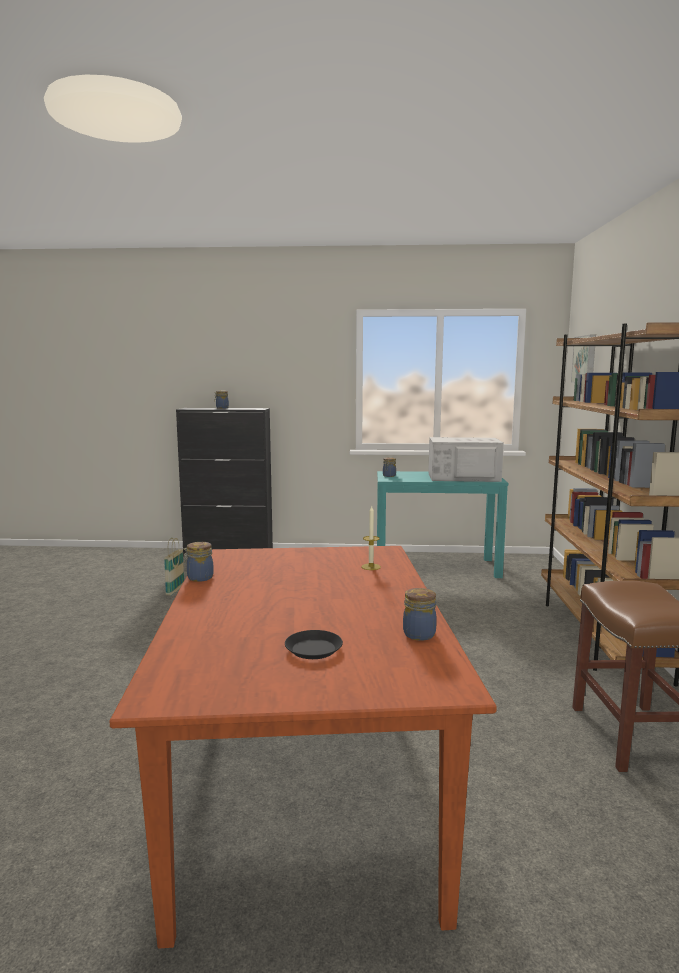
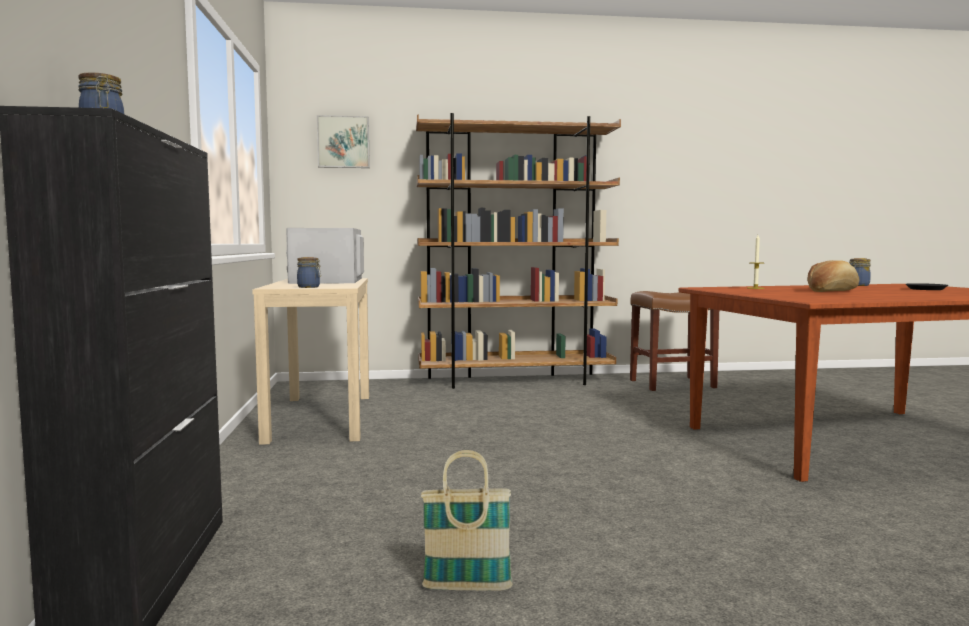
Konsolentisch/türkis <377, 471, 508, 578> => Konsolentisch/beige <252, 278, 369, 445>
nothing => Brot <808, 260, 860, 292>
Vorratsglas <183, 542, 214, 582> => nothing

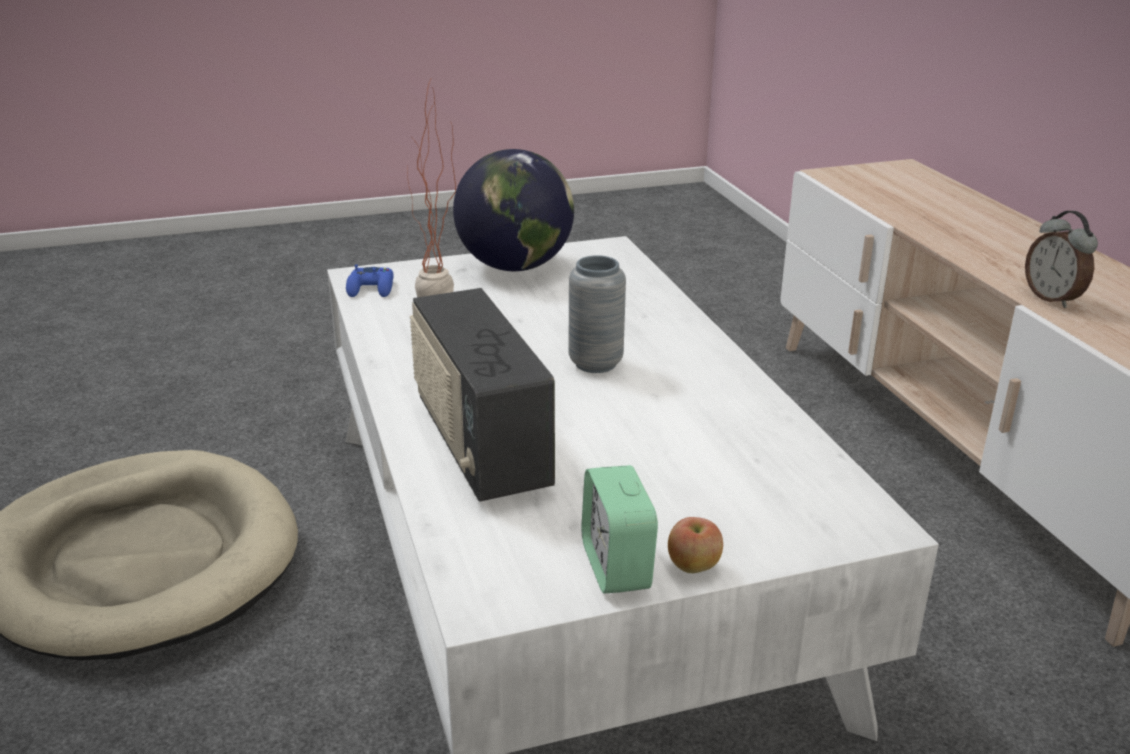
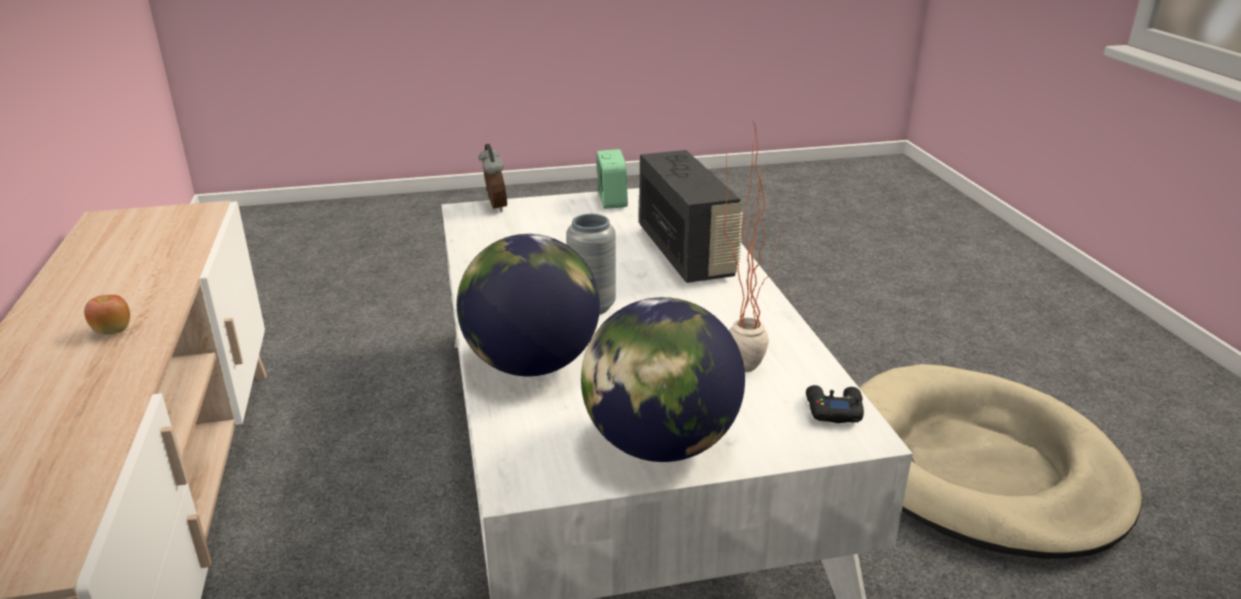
Apfel <668, 517, 723, 573> => Apfel <84, 295, 130, 335>, moved
nothing => Globus <457, 234, 600, 376>
Wecker <1025, 211, 1098, 308> => Wecker <478, 144, 507, 212>, moved
Gamepad/blau <346, 264, 394, 297> => Gamepad/schwarz <806, 385, 864, 423>

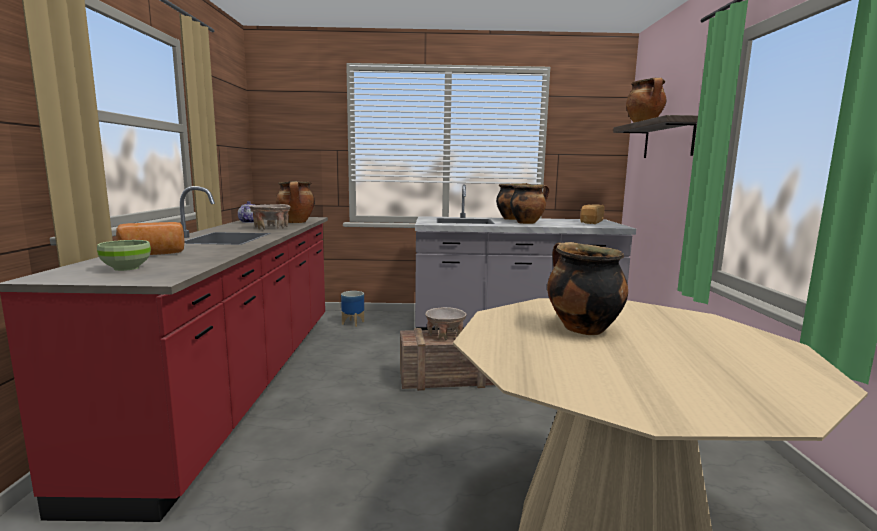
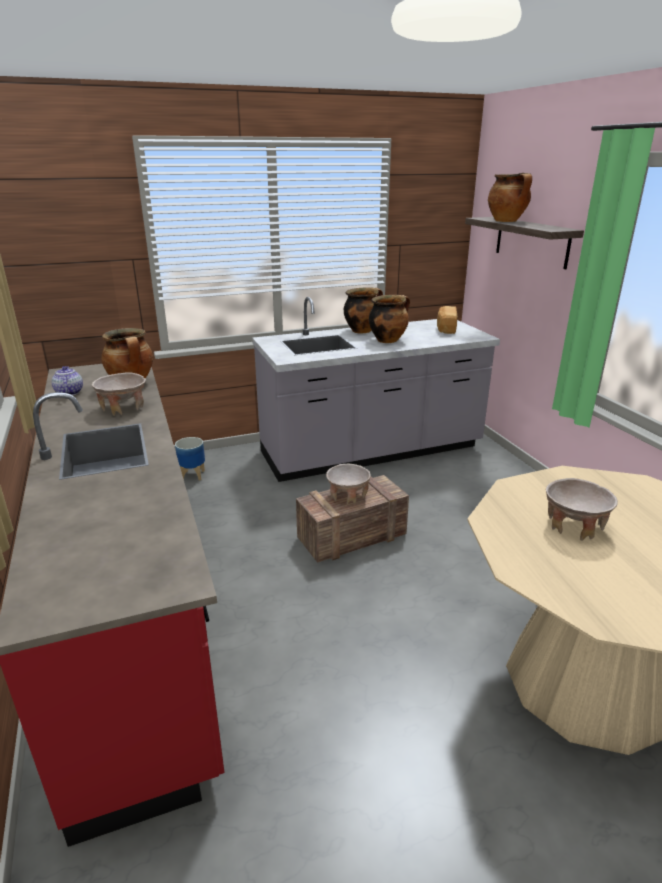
Kochtopf <547, 242, 628, 335> => Schüssel/beige <546, 478, 618, 541>
Schüssel/grün <97, 240, 151, 271> => nothing
Brot <116, 222, 184, 255> => nothing

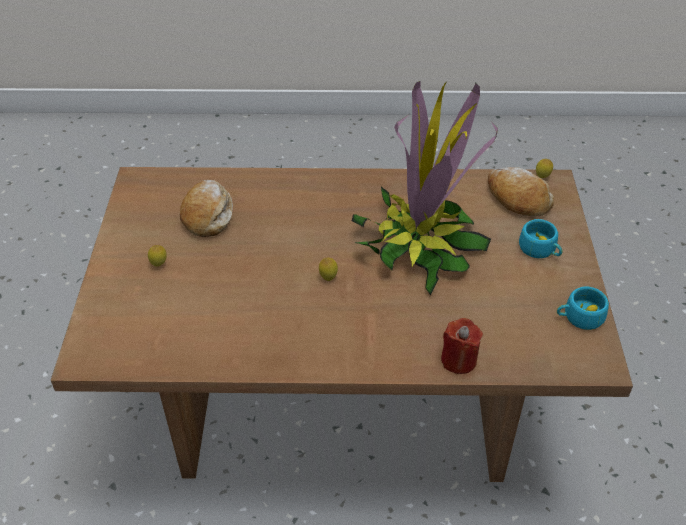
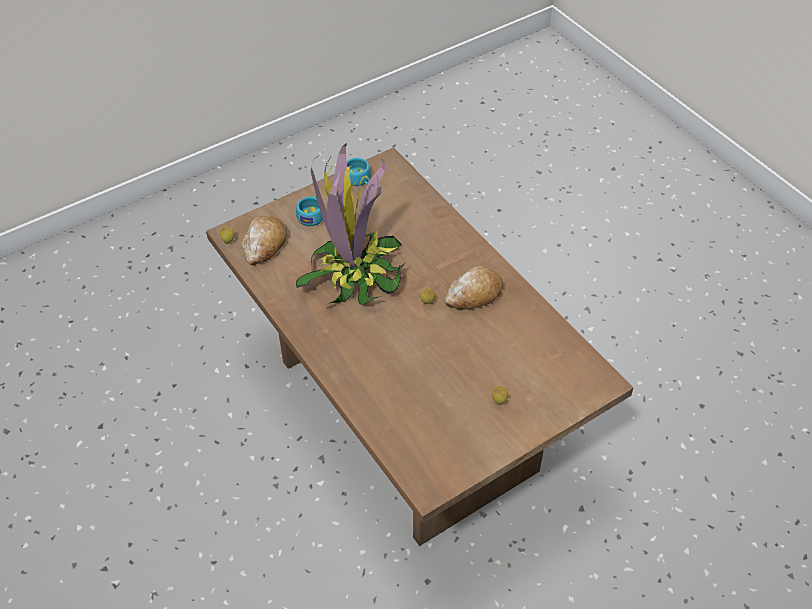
Brot <180, 180, 233, 237> => Brot <445, 266, 503, 310>, moved
Kerze/rot <441, 318, 483, 374> => nothing

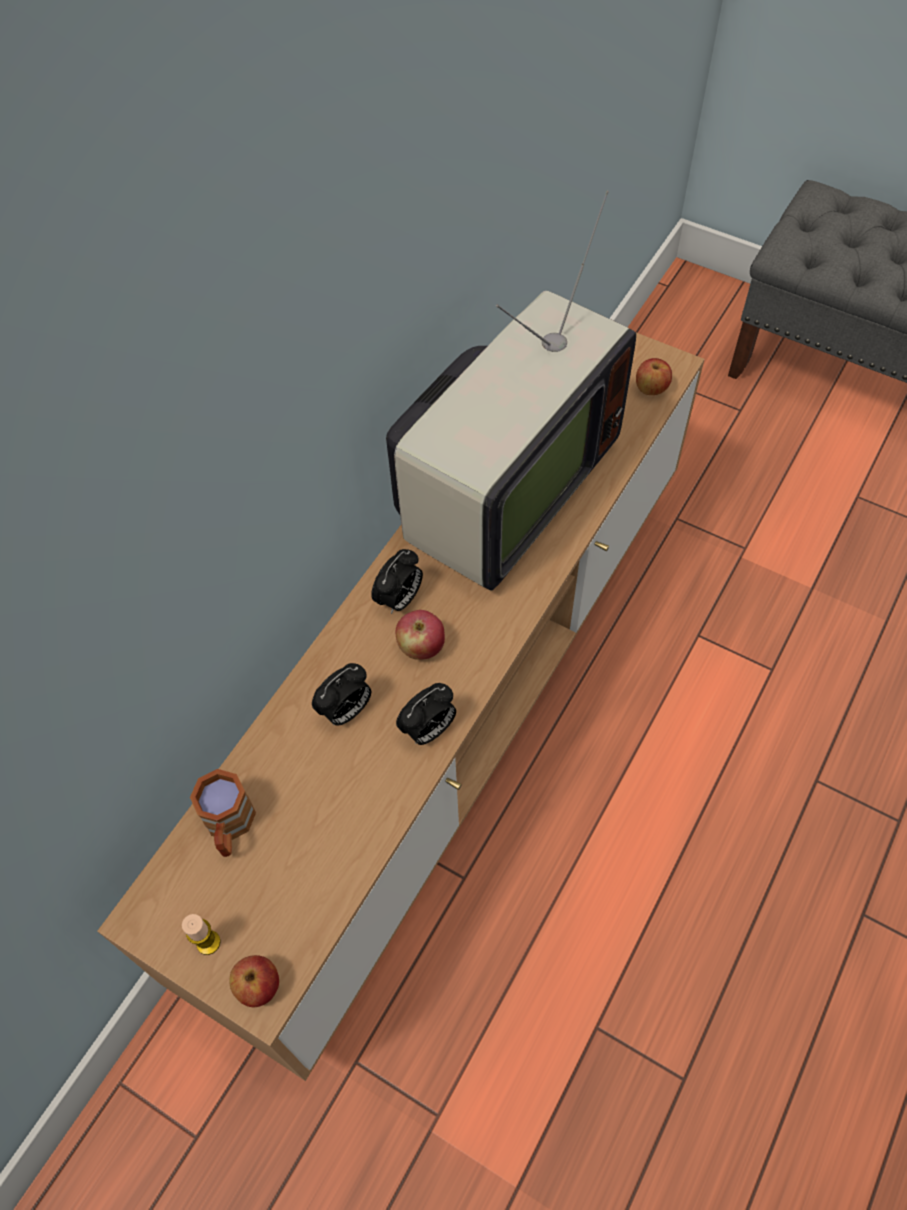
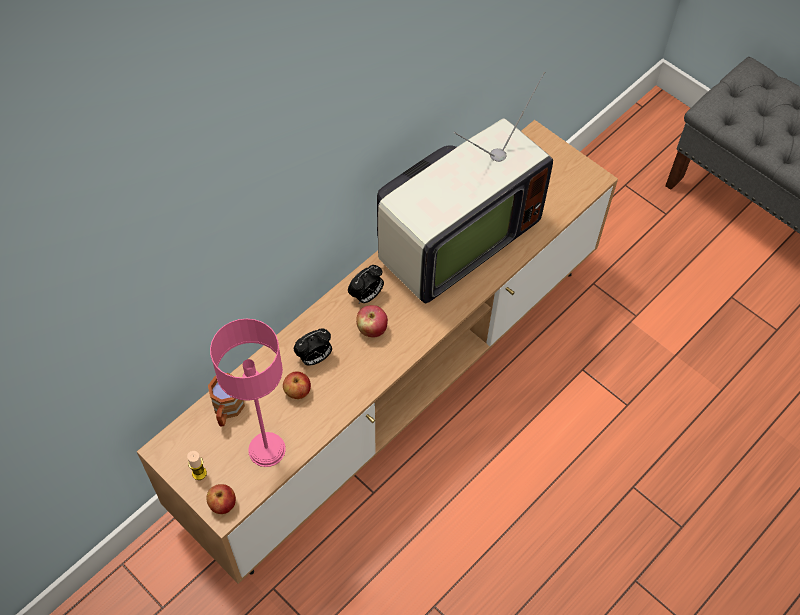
nothing => Tischlampe/rosa <210, 319, 286, 467>
Apfel <636, 358, 672, 395> => Apfel <283, 372, 311, 399>, moved
Wecker <396, 683, 456, 745> => nothing

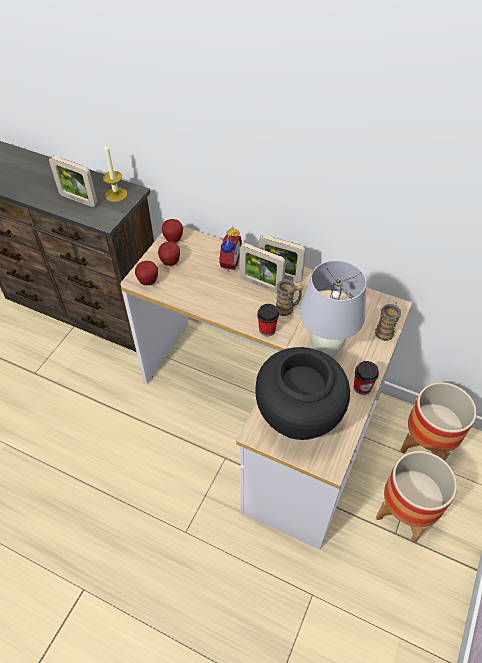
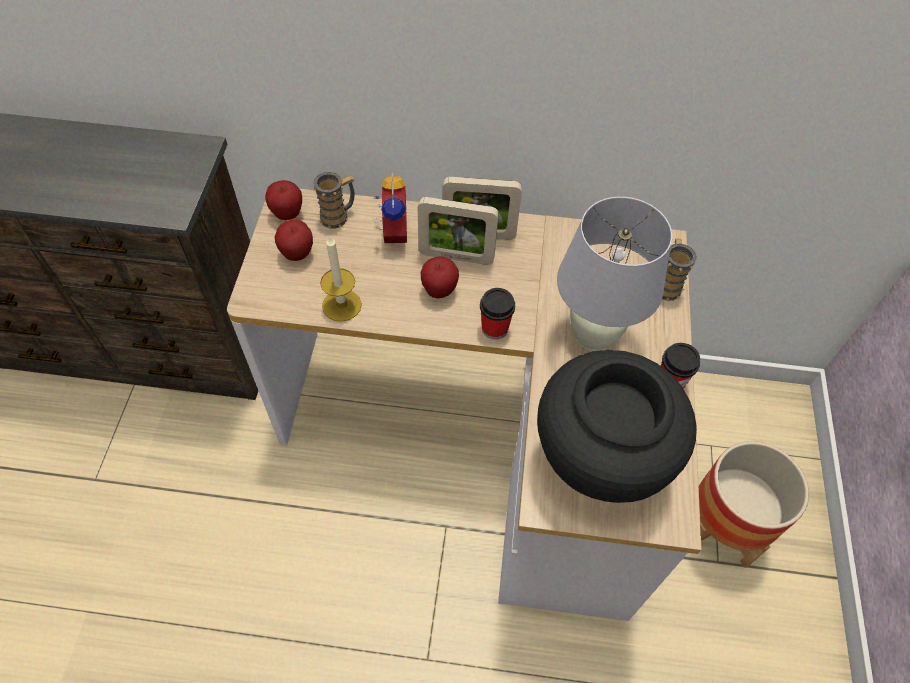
Henkelbecher <275, 280, 304, 316> => Henkelbecher <312, 172, 355, 229>, moved
Kerze <103, 143, 127, 202> => Kerze <320, 235, 362, 322>, moved
Apfel <135, 261, 158, 285> => Apfel <421, 256, 459, 298>, moved
Bilderrahmen <49, 156, 98, 207> => nothing
Pflanzkübel <400, 382, 477, 461> => nothing

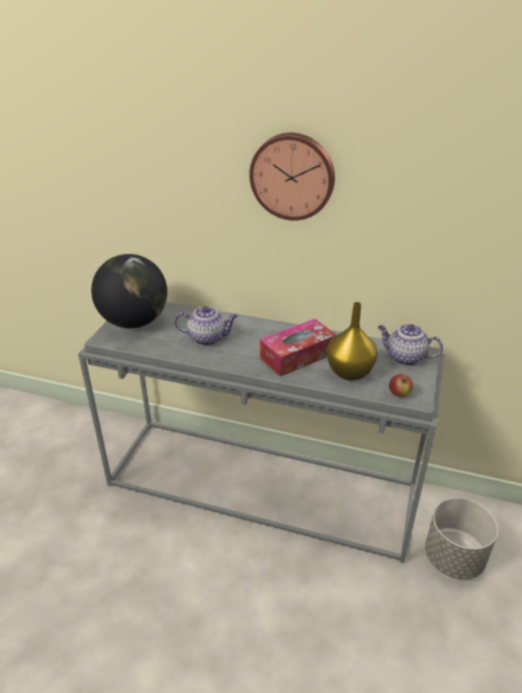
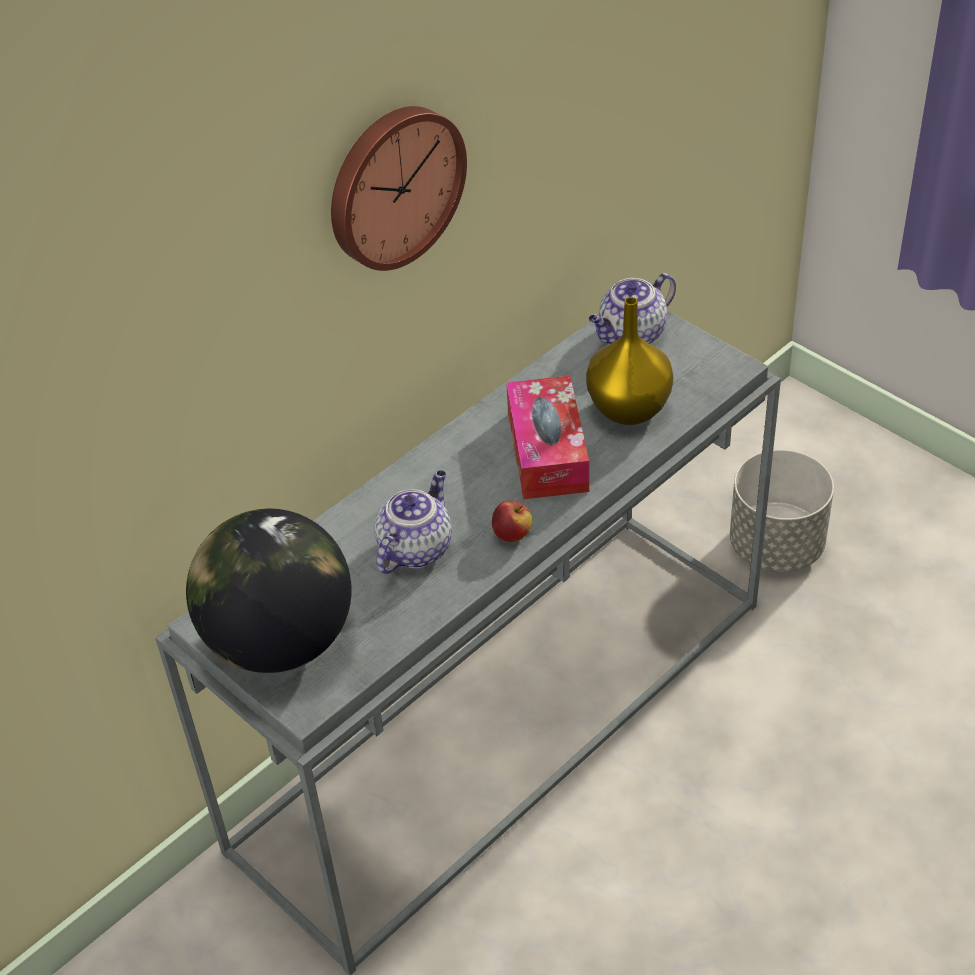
Apfel <389, 374, 414, 397> => Apfel <492, 501, 532, 542>, moved

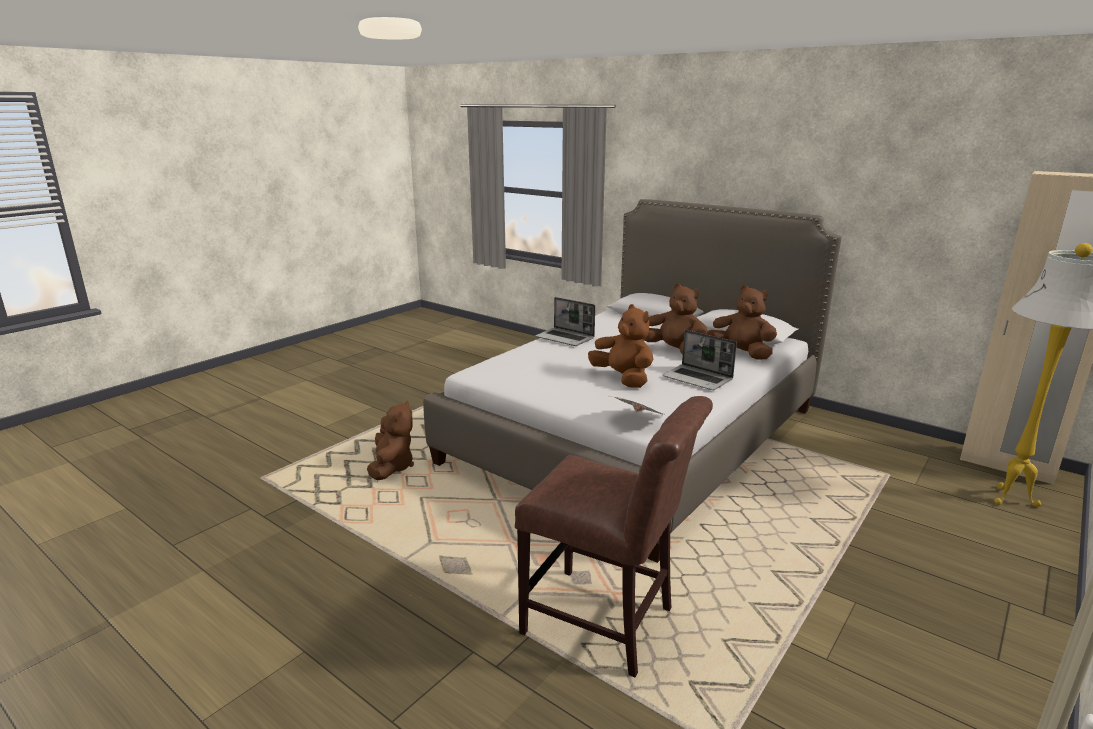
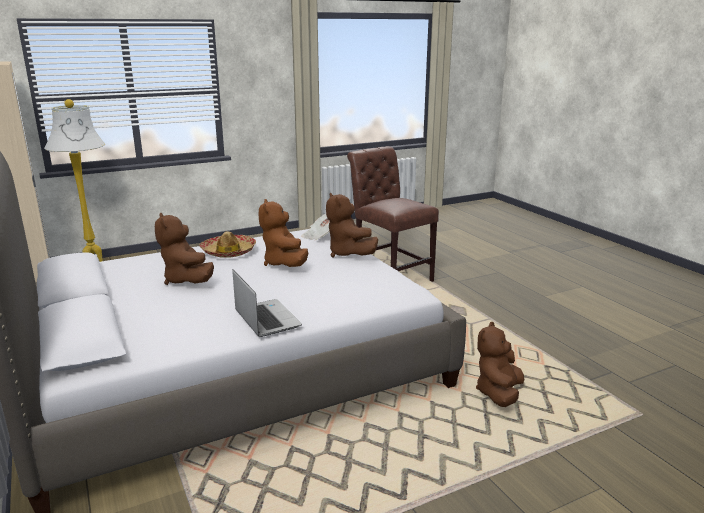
Laptop <662, 330, 737, 390> => Hut <199, 231, 256, 258>
Plüschtier/braun <707, 285, 777, 360> => Plüschtier/braun <326, 193, 378, 258>, moved

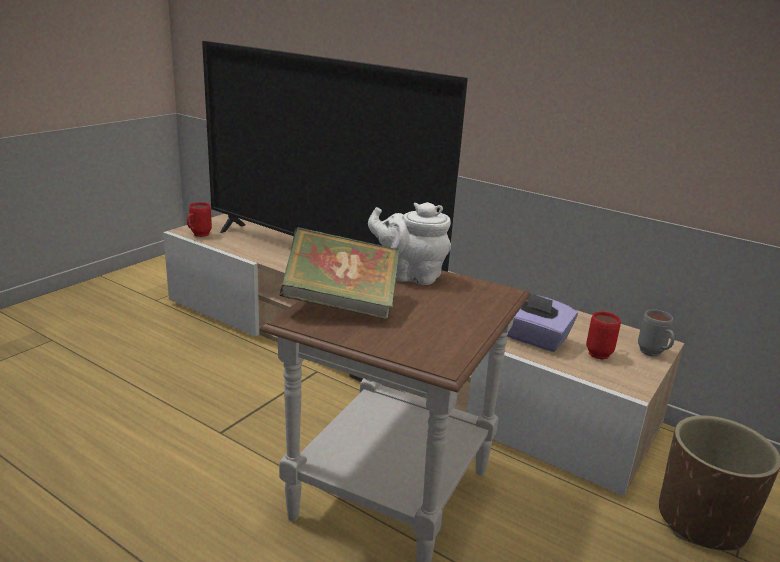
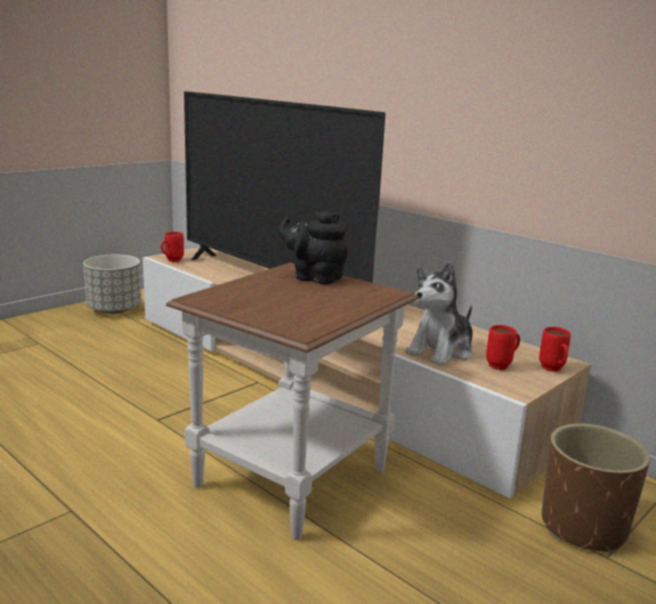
nothing => Pflanzkübel/grau <83, 255, 142, 314>
Teekanne/weiß <368, 202, 451, 285> => Teekanne/schwarz <278, 211, 348, 284>
Taschentuchbox/lila <507, 293, 578, 352> => Plüschtier <405, 262, 473, 366>
Henkelbecher/grau <638, 309, 675, 357> => Henkelbecher/rot <539, 327, 571, 372>
Buch <279, 227, 400, 320> => nothing

